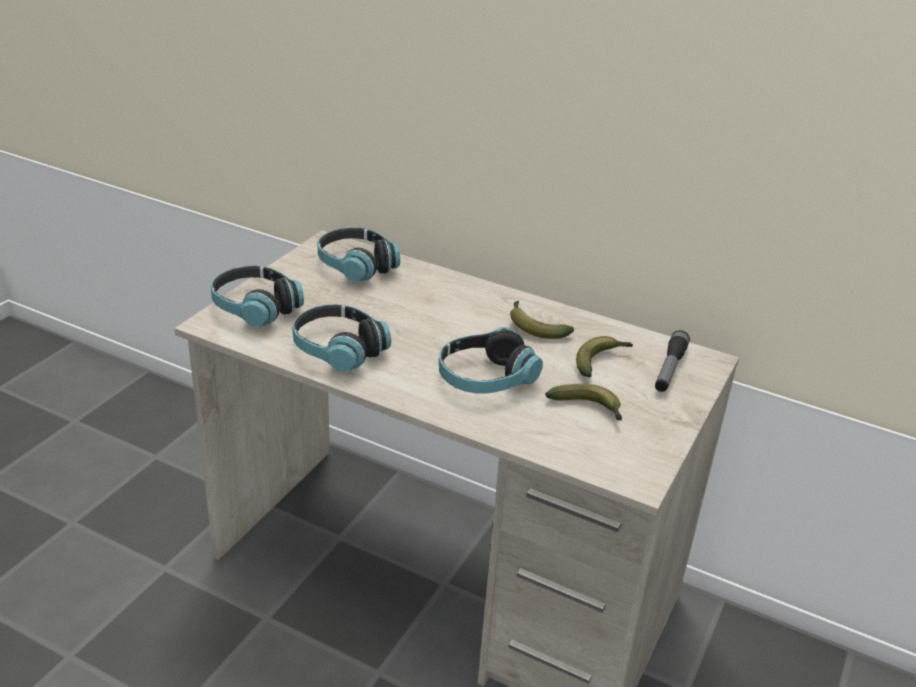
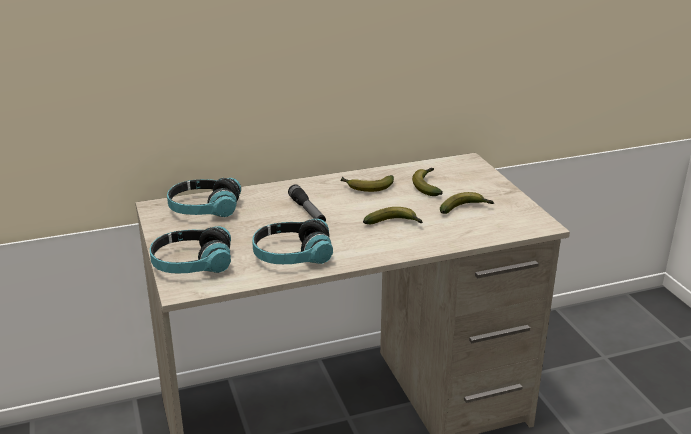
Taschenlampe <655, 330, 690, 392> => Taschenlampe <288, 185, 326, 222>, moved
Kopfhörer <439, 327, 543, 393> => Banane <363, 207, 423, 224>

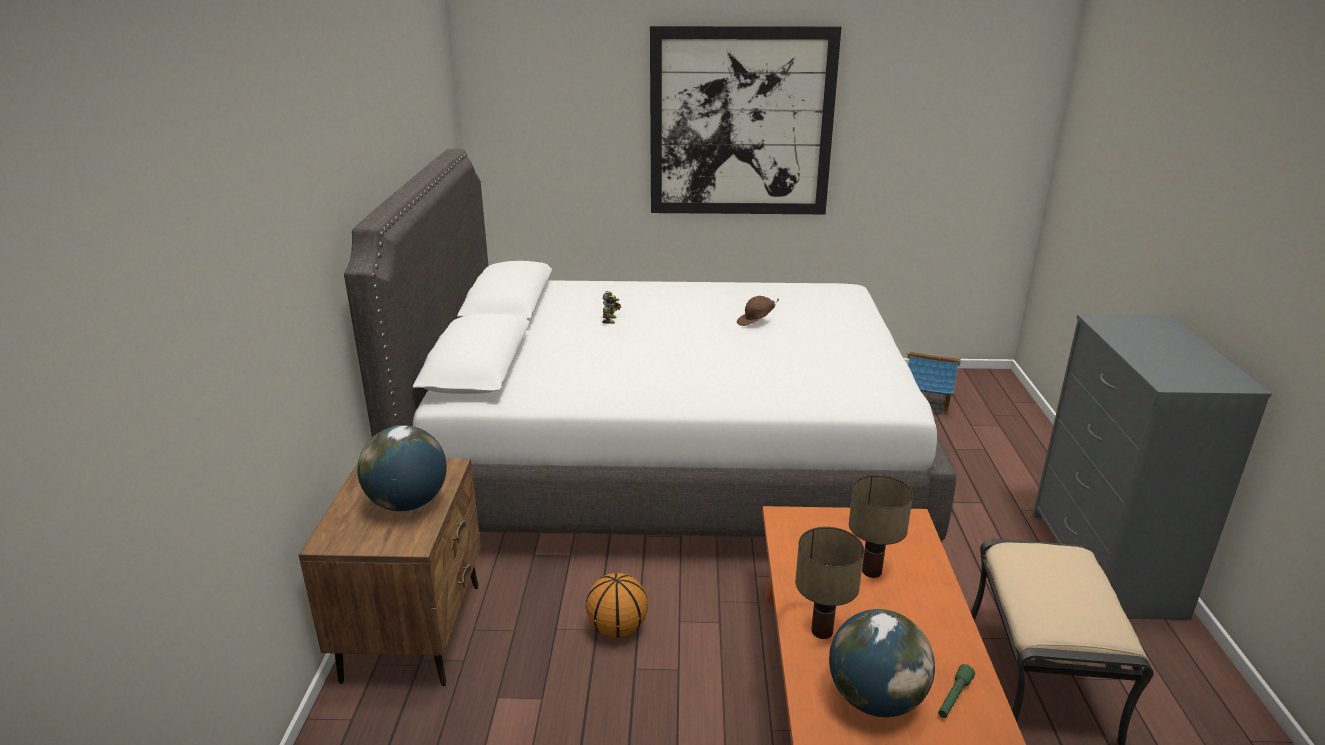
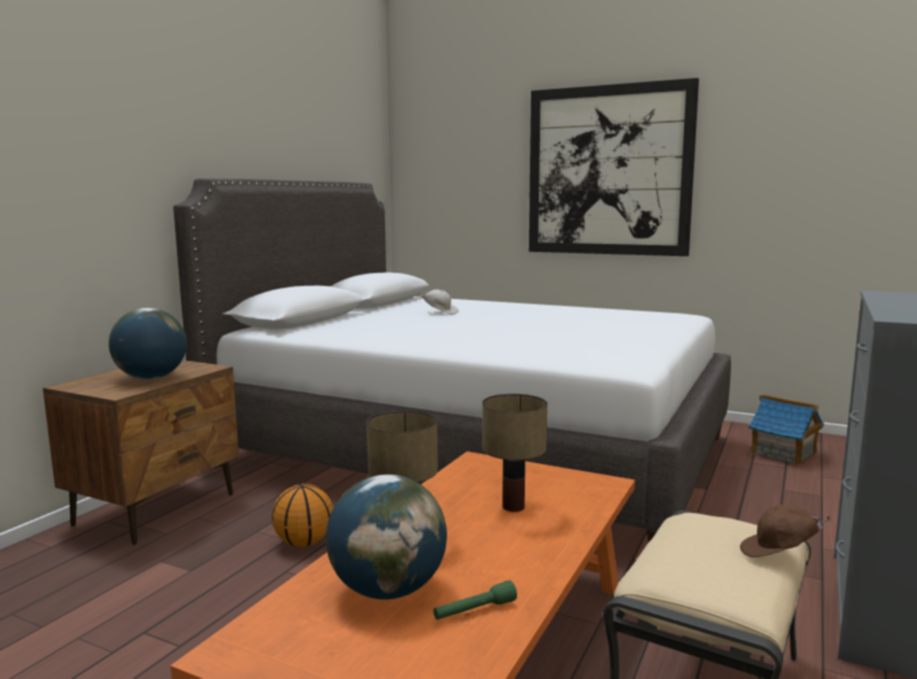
Spielzeugroboter <602, 291, 621, 324> => Kappe/weiß <418, 289, 459, 315>
Kappe/braun <737, 296, 779, 326> => Kappe/braun <740, 504, 830, 557>, moved

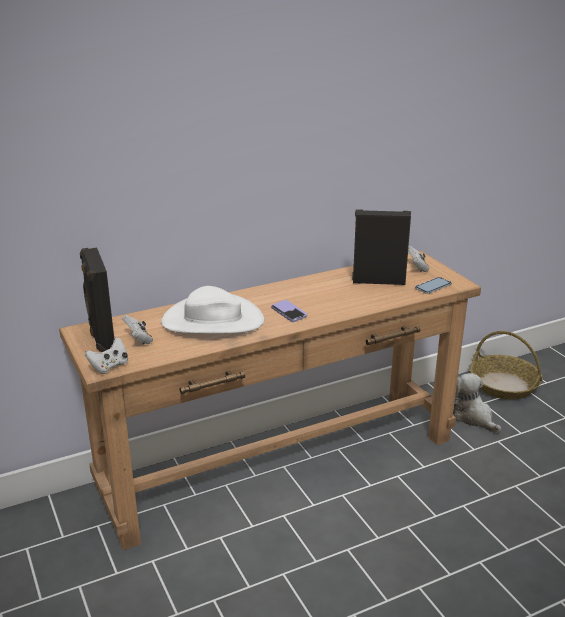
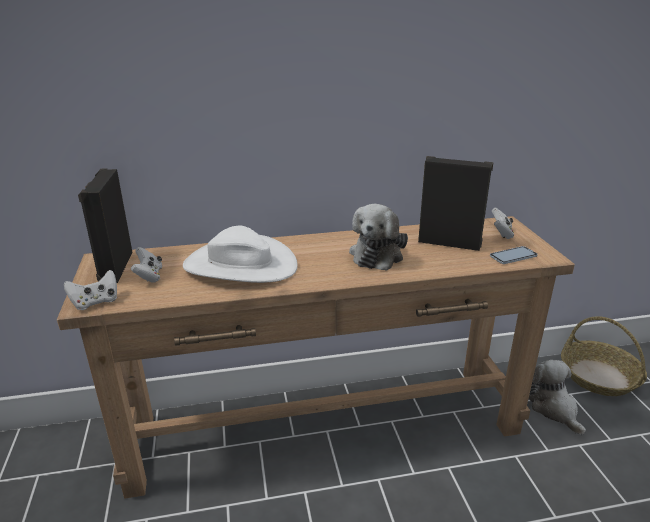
nothing => Plüschtier <349, 204, 408, 271>
Handy <271, 300, 307, 322> => nothing

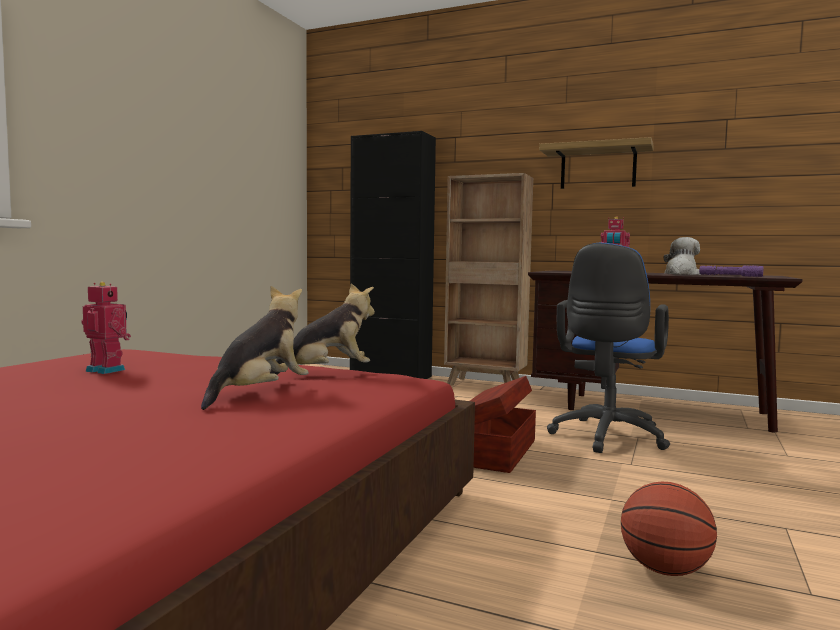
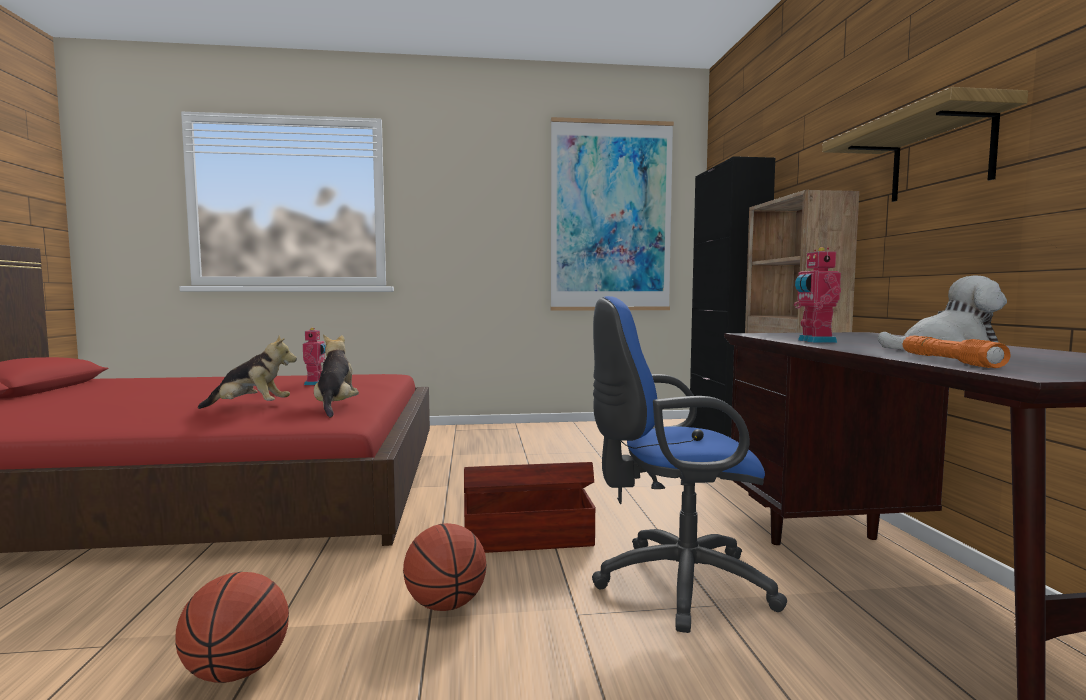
Plüschtier <270, 283, 375, 375> => Plüschtier <314, 334, 359, 417>, 135 degrees counterclockwise
nothing => Basketball <403, 523, 487, 611>
nothing => Bild <551, 117, 674, 311>
Taschenlampe/lila <699, 265, 764, 277> => Taschenlampe/orange <903, 336, 1011, 368>

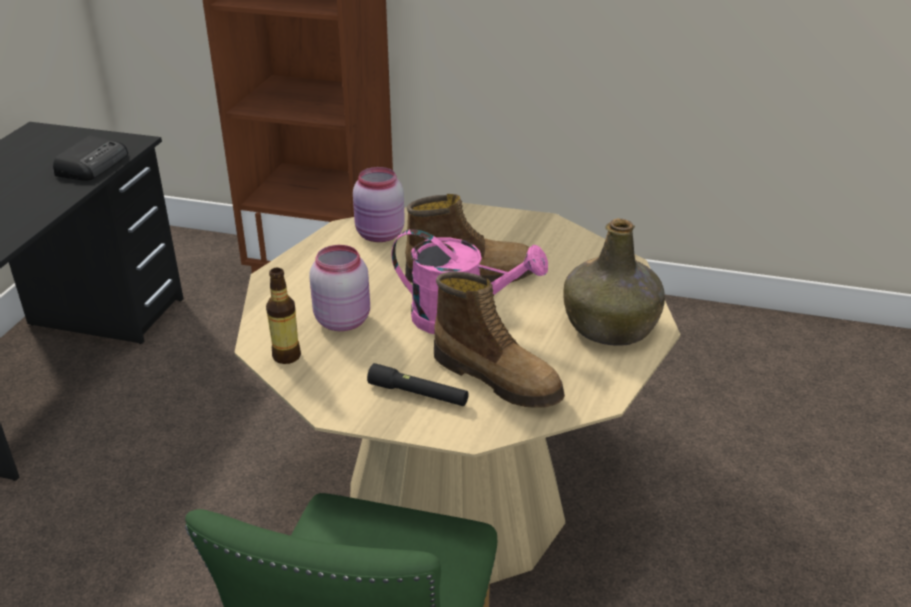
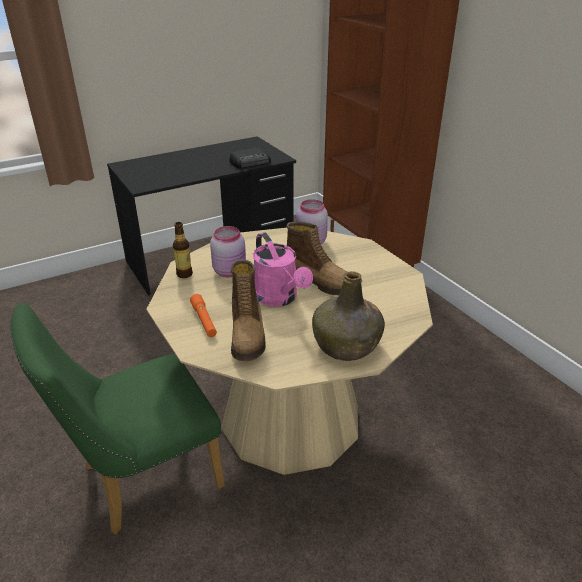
Taschenlampe/schwarz <367, 363, 468, 406> => Taschenlampe/orange <190, 294, 217, 337>

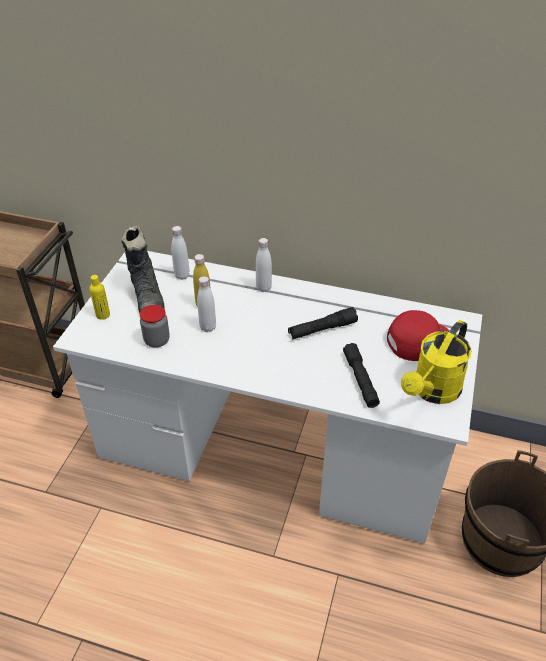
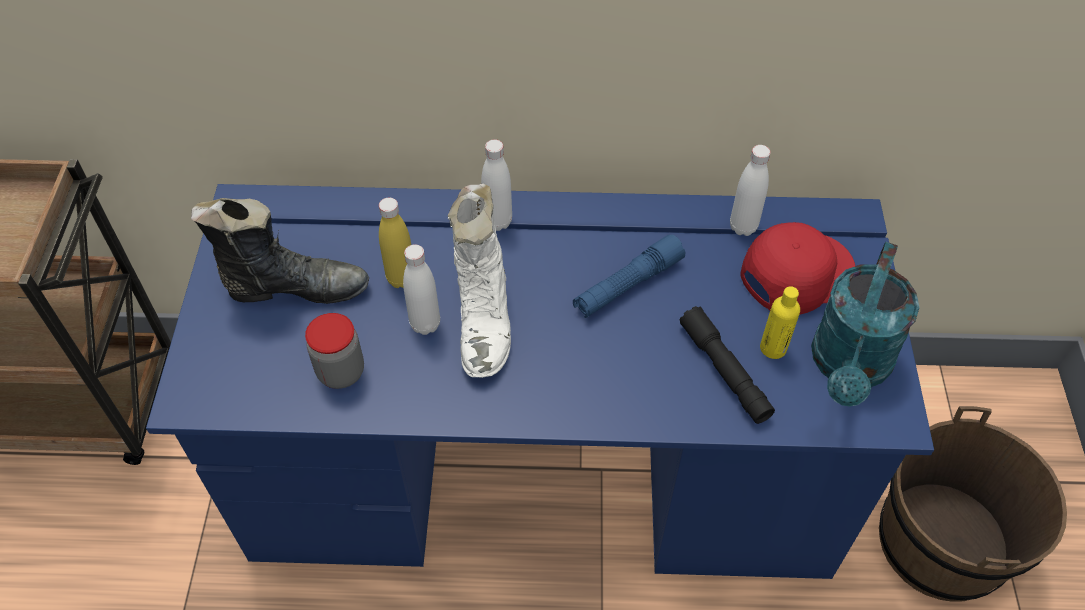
Schreibtisch/weiß <53, 251, 482, 544> => Schreibtisch/blau <146, 184, 934, 579>
Stiefel/schwarz <121, 226, 165, 314> => Stiefel/schwarz <191, 198, 369, 304>, 60 degrees counterclockwise
nothing => Stiefel/weiß <447, 183, 511, 378>
Taschenlampe/schwarz <288, 307, 358, 340> => Taschenlampe/blau <573, 235, 685, 318>
Flasche/weiß <171, 226, 190, 280> => Flasche/weiß <730, 145, 771, 236>, moved
Flasche/gelb <89, 275, 110, 320> => Flasche/gelb <760, 286, 800, 359>, moved
Gießkanne/gelb <401, 320, 472, 404> => Gießkanne/türkis <811, 242, 919, 406>

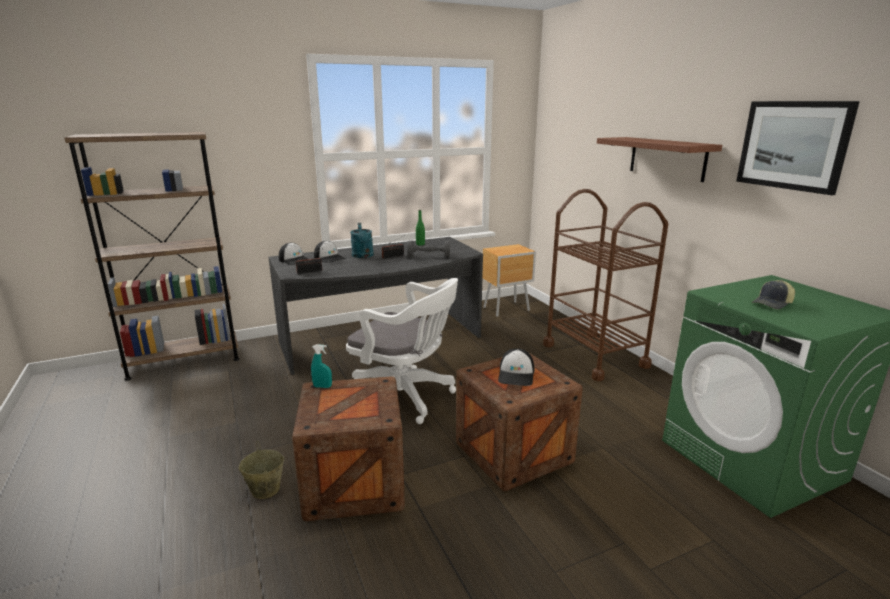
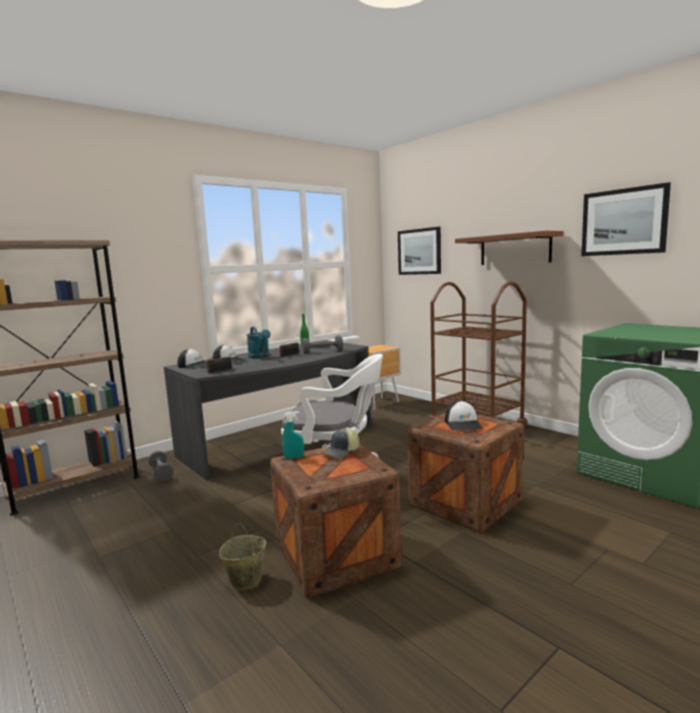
nothing => Hantel/grau <148, 451, 174, 482>
Kappe <752, 280, 795, 309> => Kappe <322, 428, 360, 458>, moved
nothing => Bild <398, 227, 441, 275>

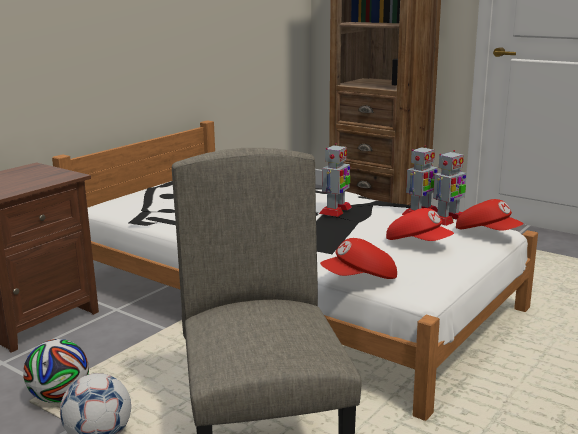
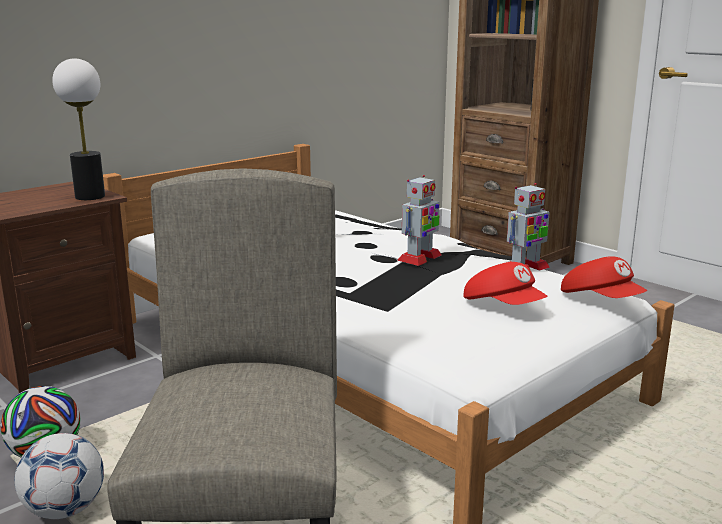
nothing => Tischlampe <52, 58, 105, 200>
Kappe/rot <320, 238, 397, 279> => nothing
Spielzeugroboter <433, 150, 467, 226> => nothing

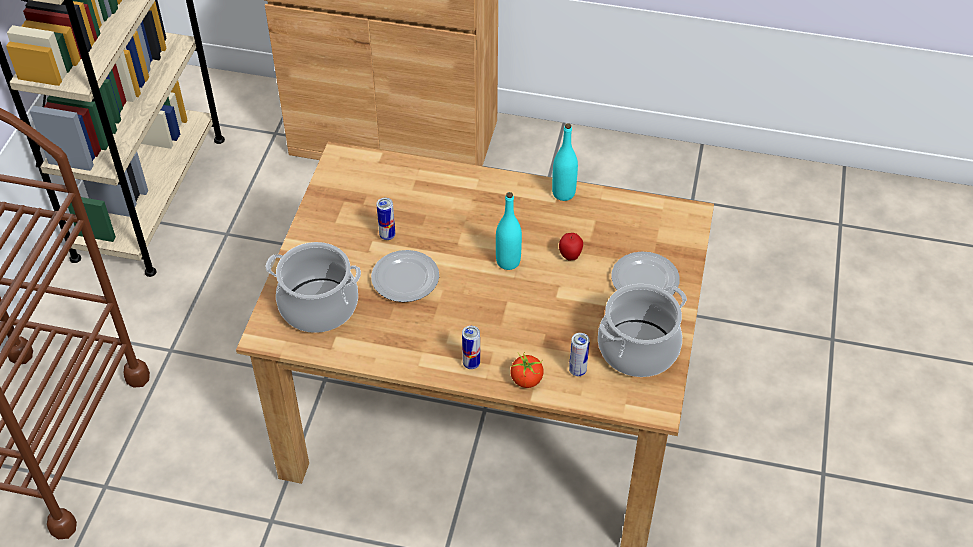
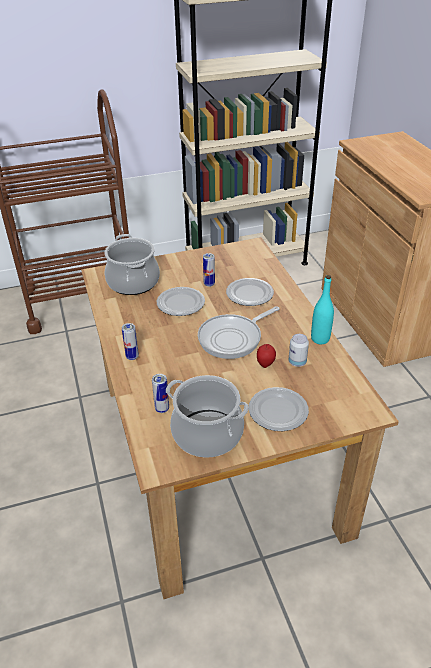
Flasche/türkis <496, 192, 522, 270> => Pfanne <198, 306, 280, 359>
nothing => Teller <226, 278, 274, 306>
nothing => Dose <288, 334, 309, 367>
Tomate <511, 352, 544, 388> => nothing

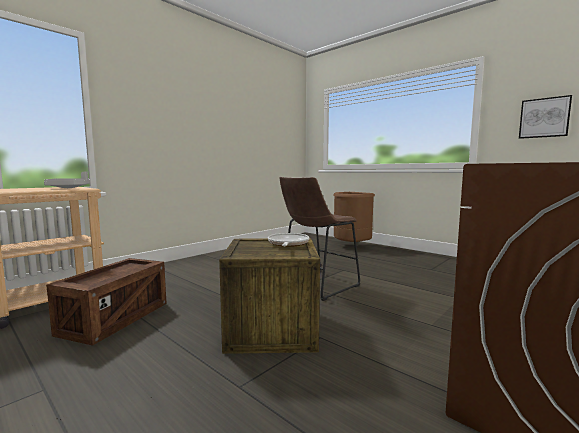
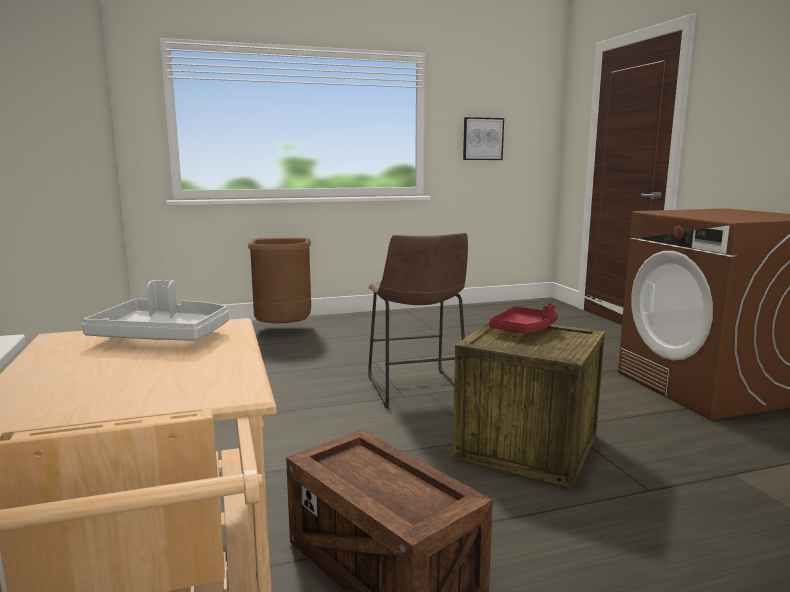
Pfanne <268, 233, 309, 247> => Tablett/rot <489, 303, 558, 333>

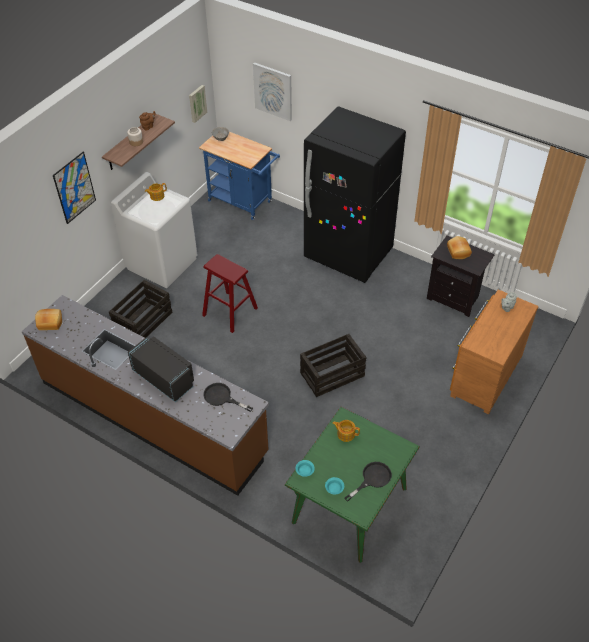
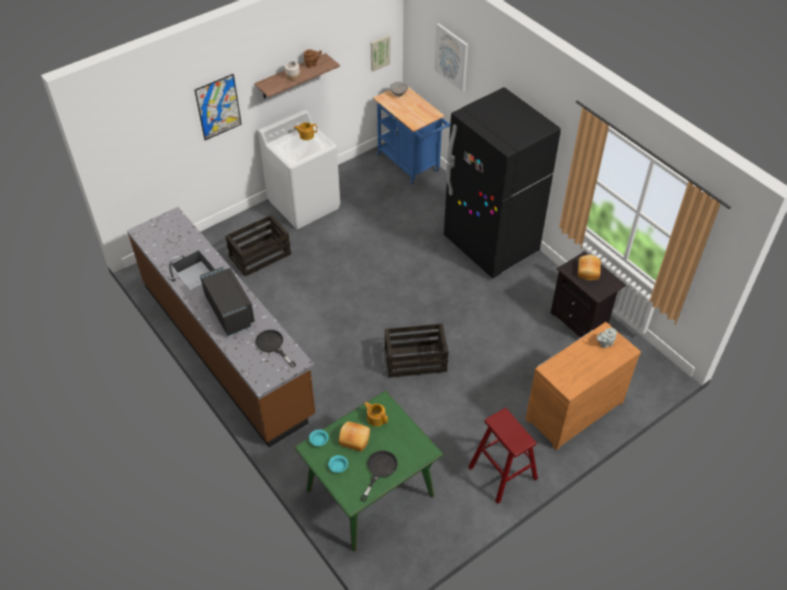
Brot <35, 309, 62, 330> => Brot <339, 421, 370, 452>, moved
Pfanne/schwarz <344, 462, 392, 502> => Pfanne/schwarz <360, 451, 398, 502>, 45 degrees counterclockwise
Hocker/rot <202, 254, 258, 333> => Hocker/rot <468, 408, 538, 504>, moved

